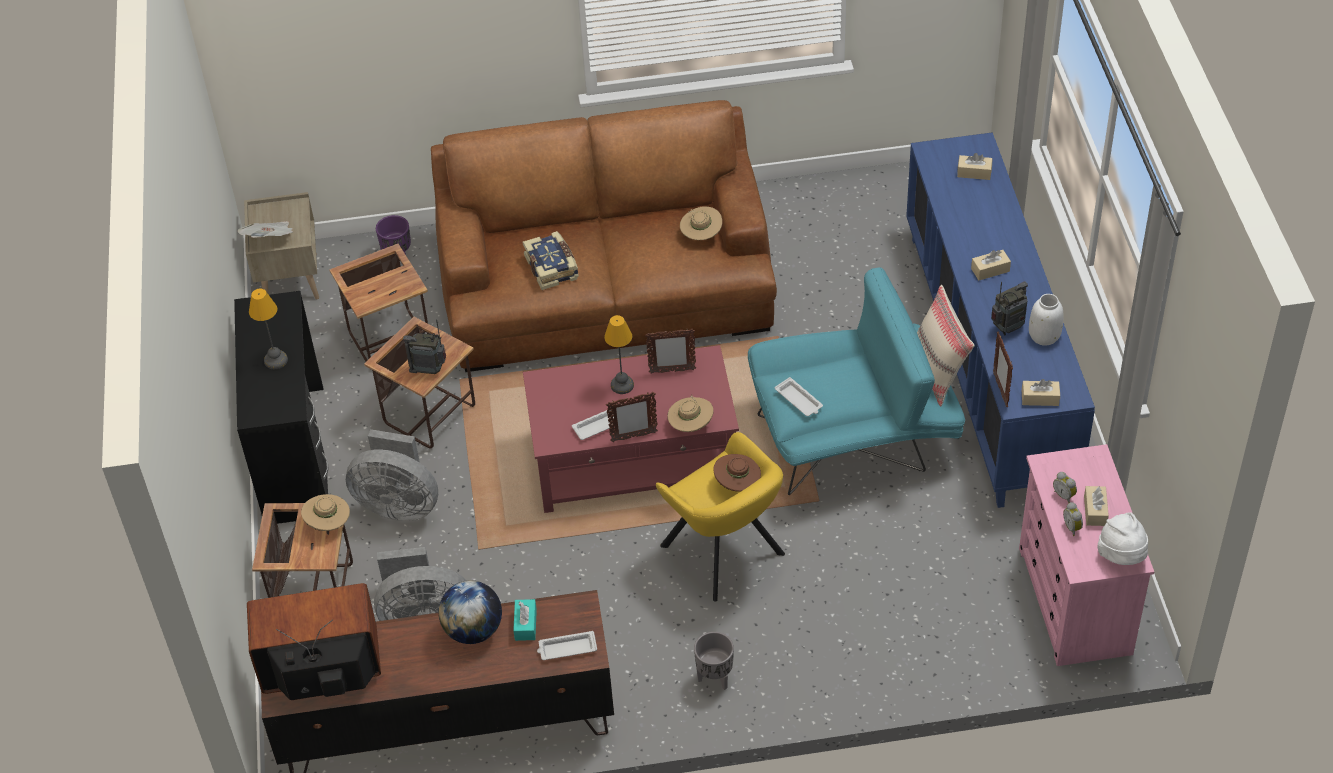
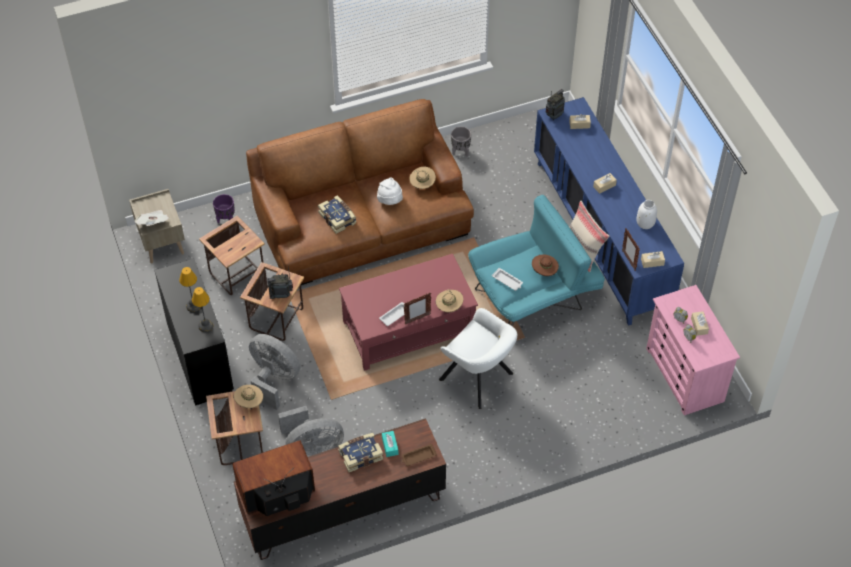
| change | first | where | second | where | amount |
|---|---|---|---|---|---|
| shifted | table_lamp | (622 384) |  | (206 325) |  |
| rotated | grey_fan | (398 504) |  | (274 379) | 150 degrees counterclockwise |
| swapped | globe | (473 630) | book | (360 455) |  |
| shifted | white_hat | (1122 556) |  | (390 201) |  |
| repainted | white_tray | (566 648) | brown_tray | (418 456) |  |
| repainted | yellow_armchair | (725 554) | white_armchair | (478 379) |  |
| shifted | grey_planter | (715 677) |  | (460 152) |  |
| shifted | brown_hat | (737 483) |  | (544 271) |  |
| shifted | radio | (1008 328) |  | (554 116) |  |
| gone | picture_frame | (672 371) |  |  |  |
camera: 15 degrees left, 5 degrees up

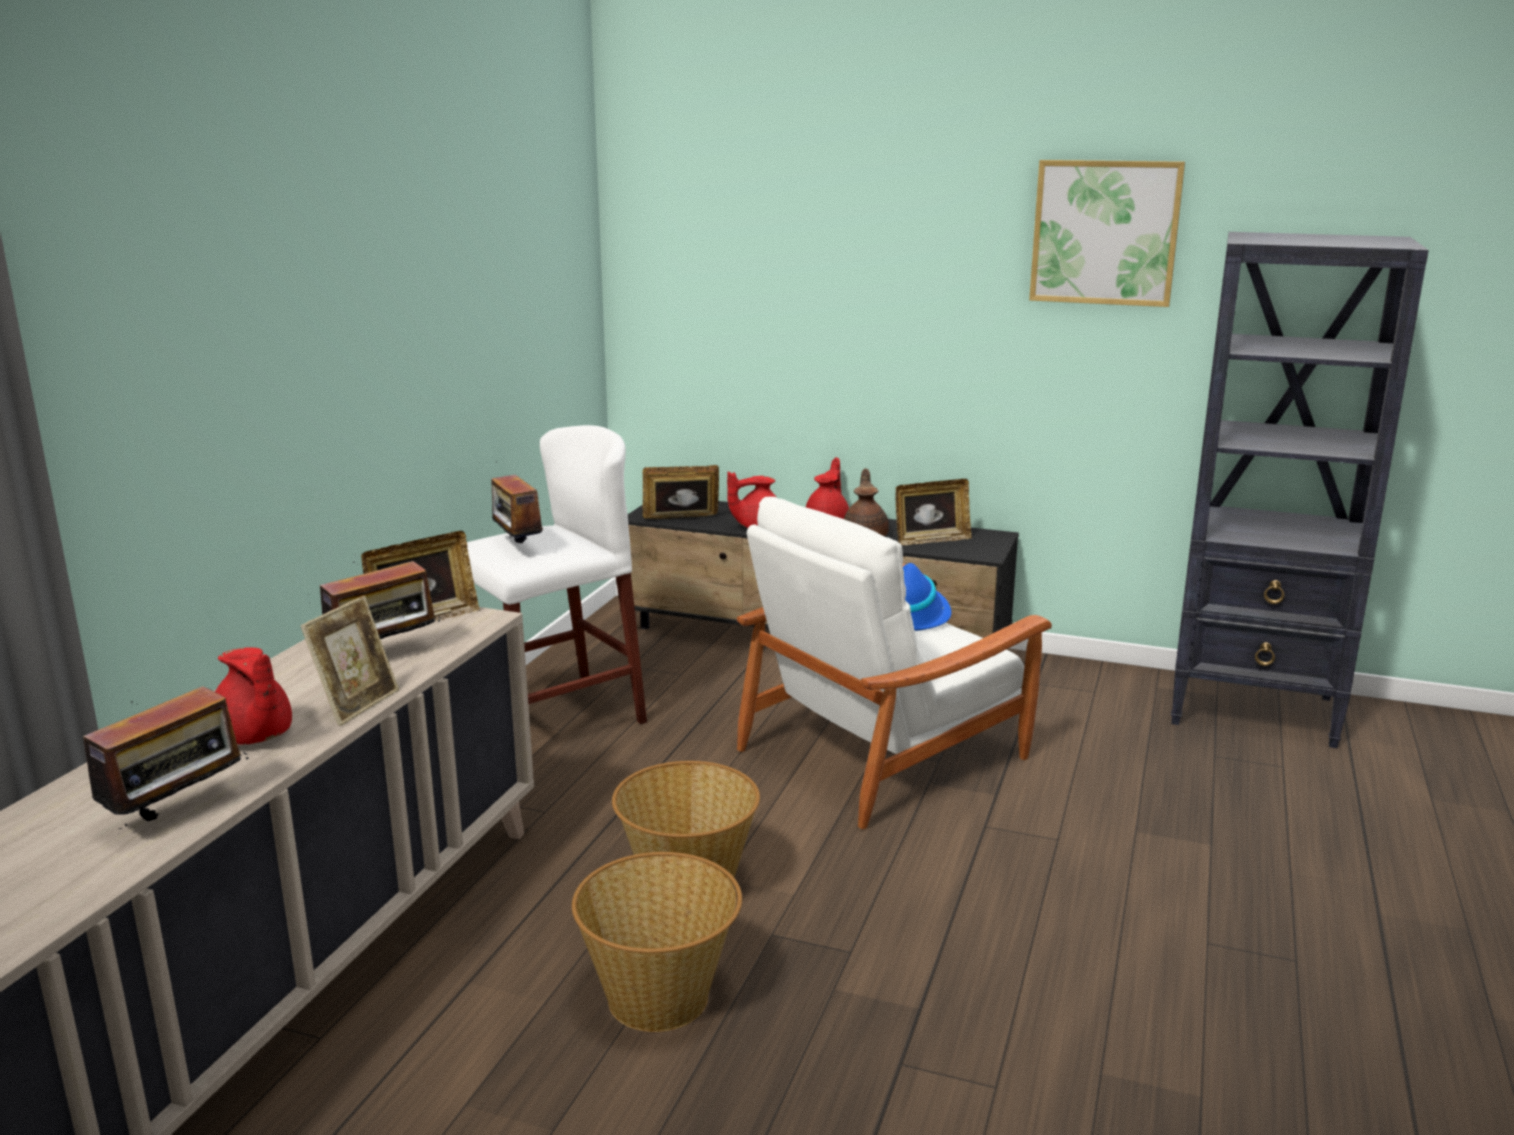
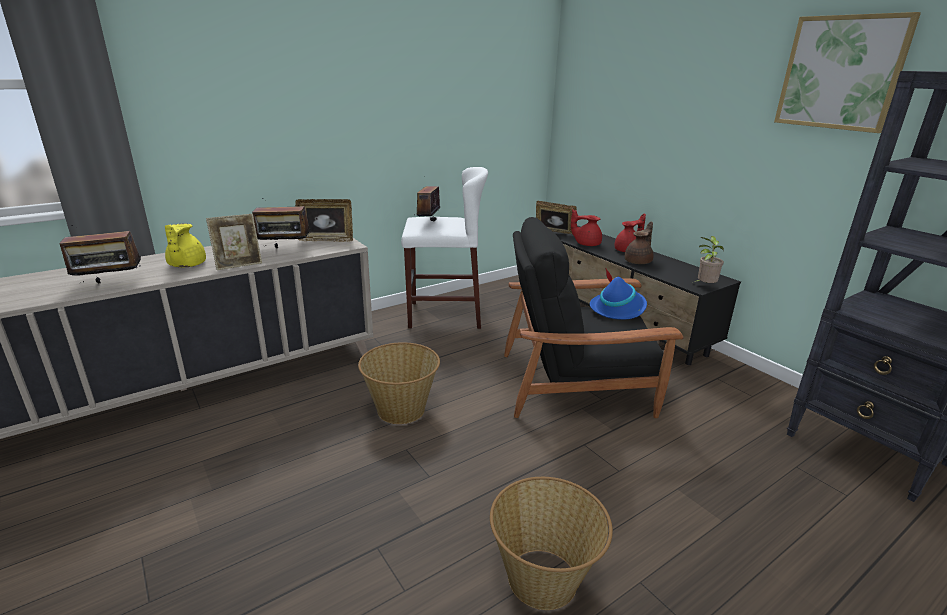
| change | first | where | second | where | amount |
|---|---|---|---|---|---|
| repainted | red_teapot | (254 737) | yellow_teapot | (186 265) |  |
| shifted | basket | (660 997) |  | (543 579) |  |
| repainted | white_armchair | (884 753) | black_armchair | (576 384) |  |
| new |  |  | potted_plant | (704 286) |  |
| gone | picture_frame | (931 540) |  |  |  |
camera: 35 degrees right, 5 degrees up

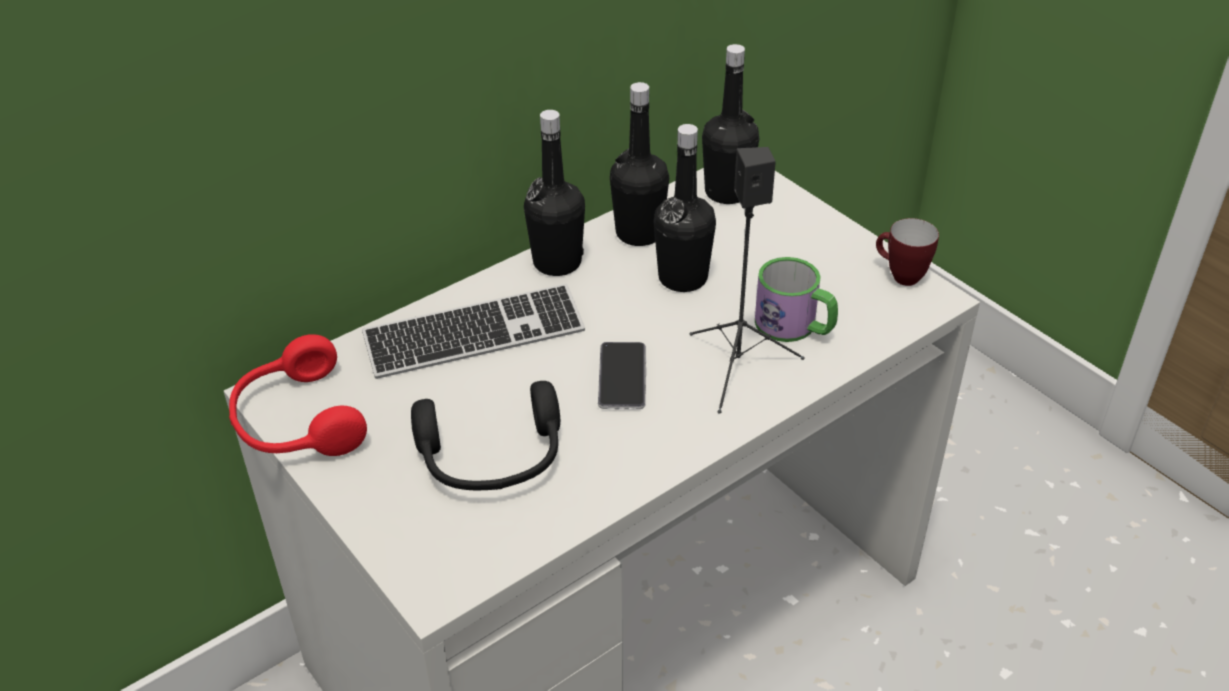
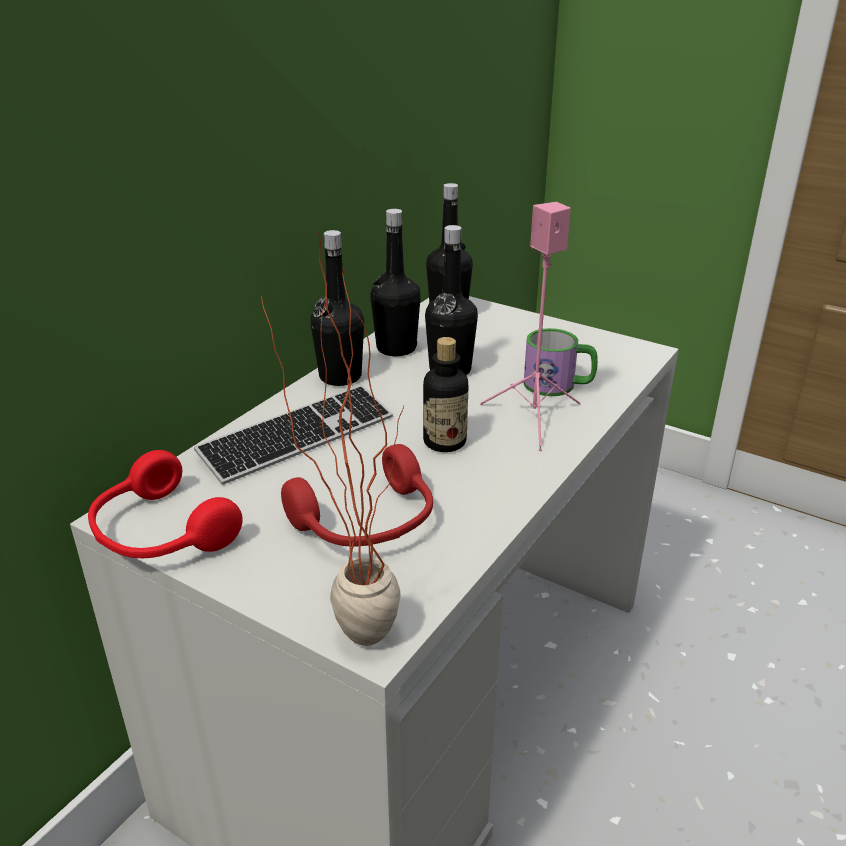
| change | first | where | second | where | amount |
|---|---|---|---|---|---|
| new |  |  | potted_plant | (351 626) |  |
| repainted | black_headphones | (492 460) | red_headphones | (368 523) |  |
| swapped | phone | (622 377) | bottle | (444 442) |  |
| repainted | black_speaker | (737 368) | pink_speaker | (534 419) |  |
| gone | mug | (899 276) |  |  |  |
camera: 20 degrees left, 10 degrees down

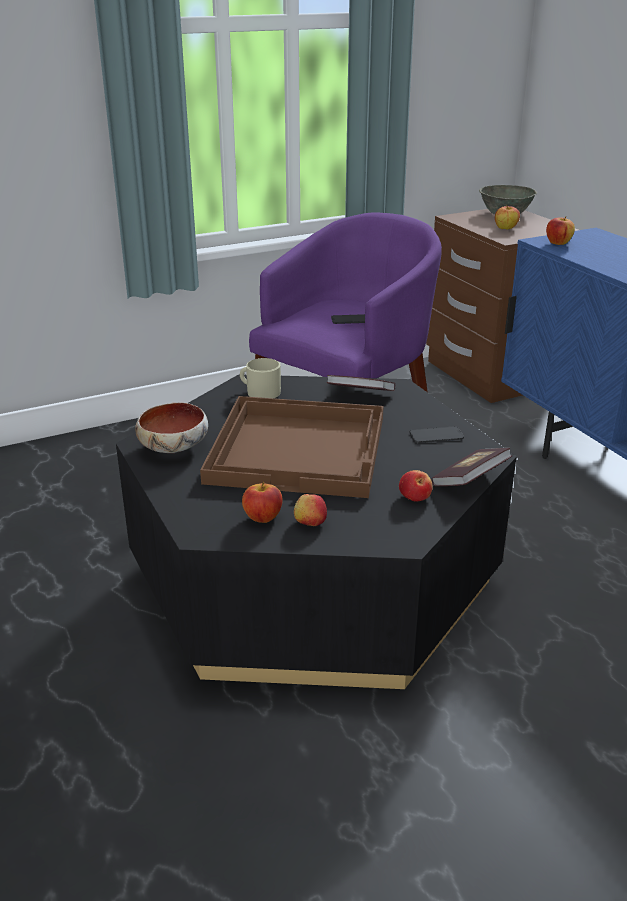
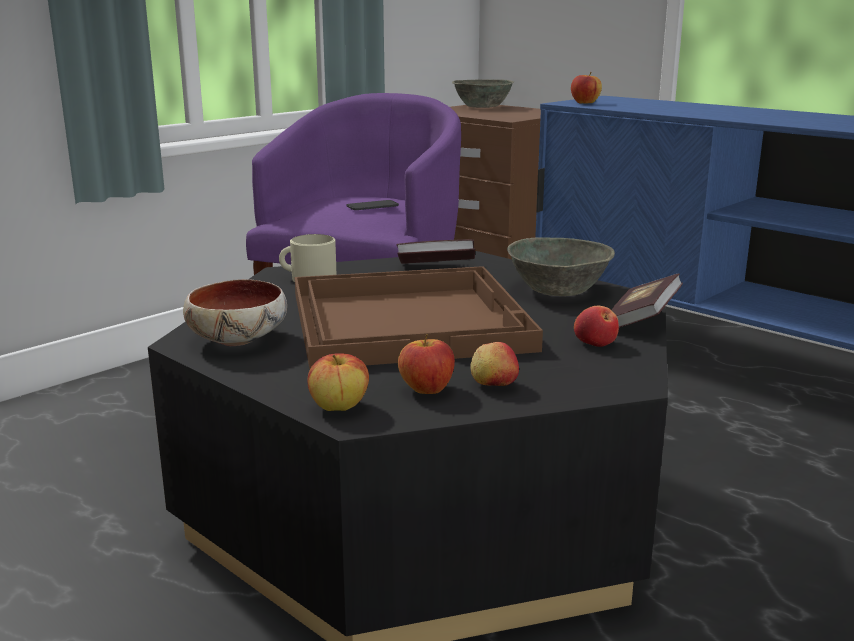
| change | first | where | second | where | amount |
|---|---|---|---|---|---|
| shifted | apple | (506 228) |  | (339 407) |  |
| swapped | phone | (436 435) | grey_bowl | (559 290) |  |
camera: 20 degrees left, 10 degrees down

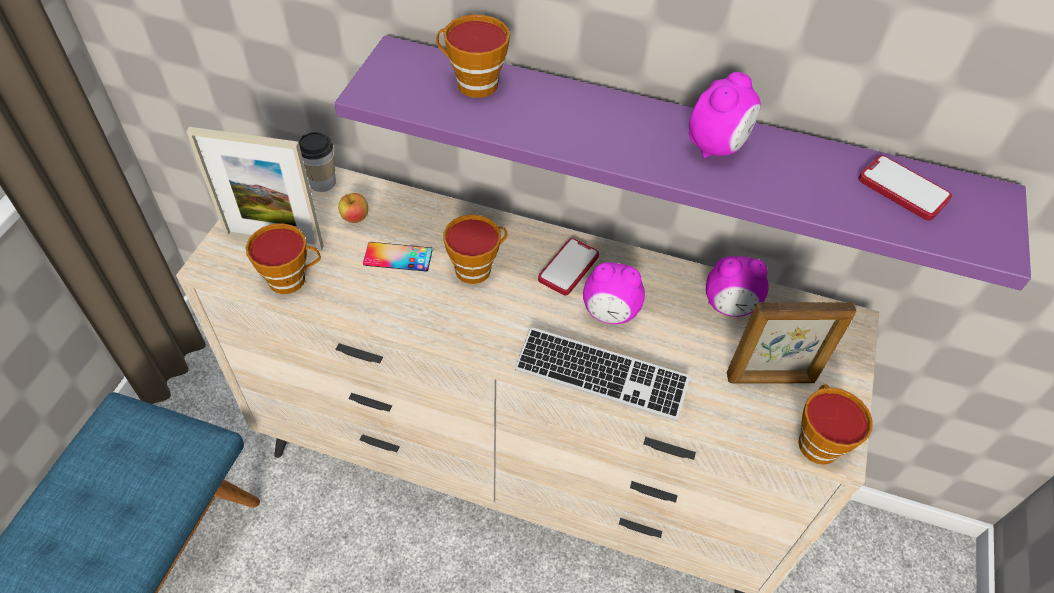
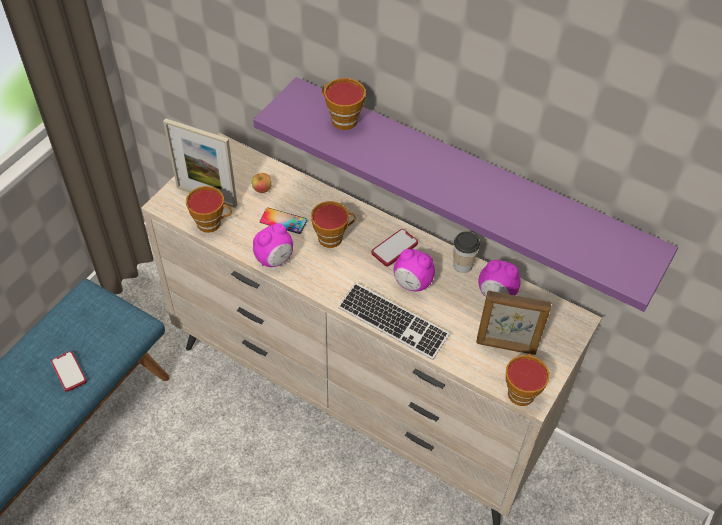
| change | first | where | second | where | amount |
|---|---|---|---|---|---|
| shifted | phone | (903 189) |  | (69 372) |  |
| shifted | alarm_clock | (716 146) |  | (274 259) |  |
| shifted | cup | (322 182) |  | (463 265) |  |
camera: 15 degrees right, 0 degrees up

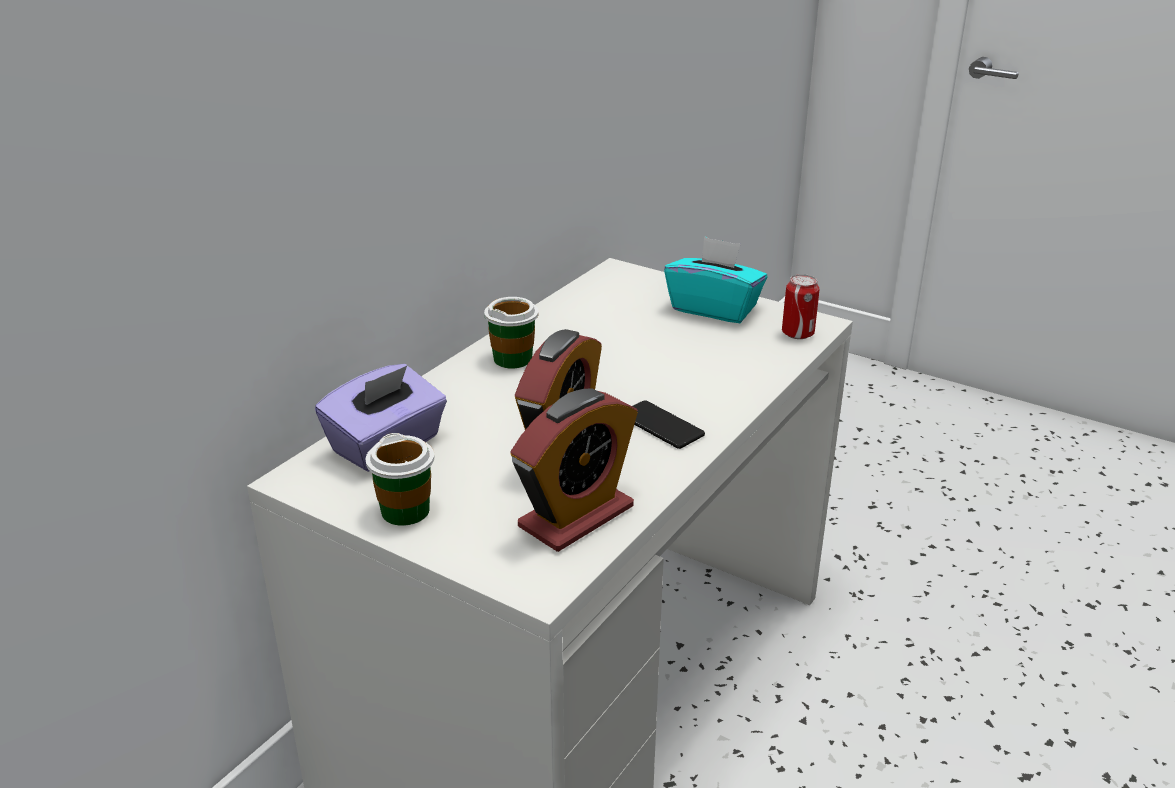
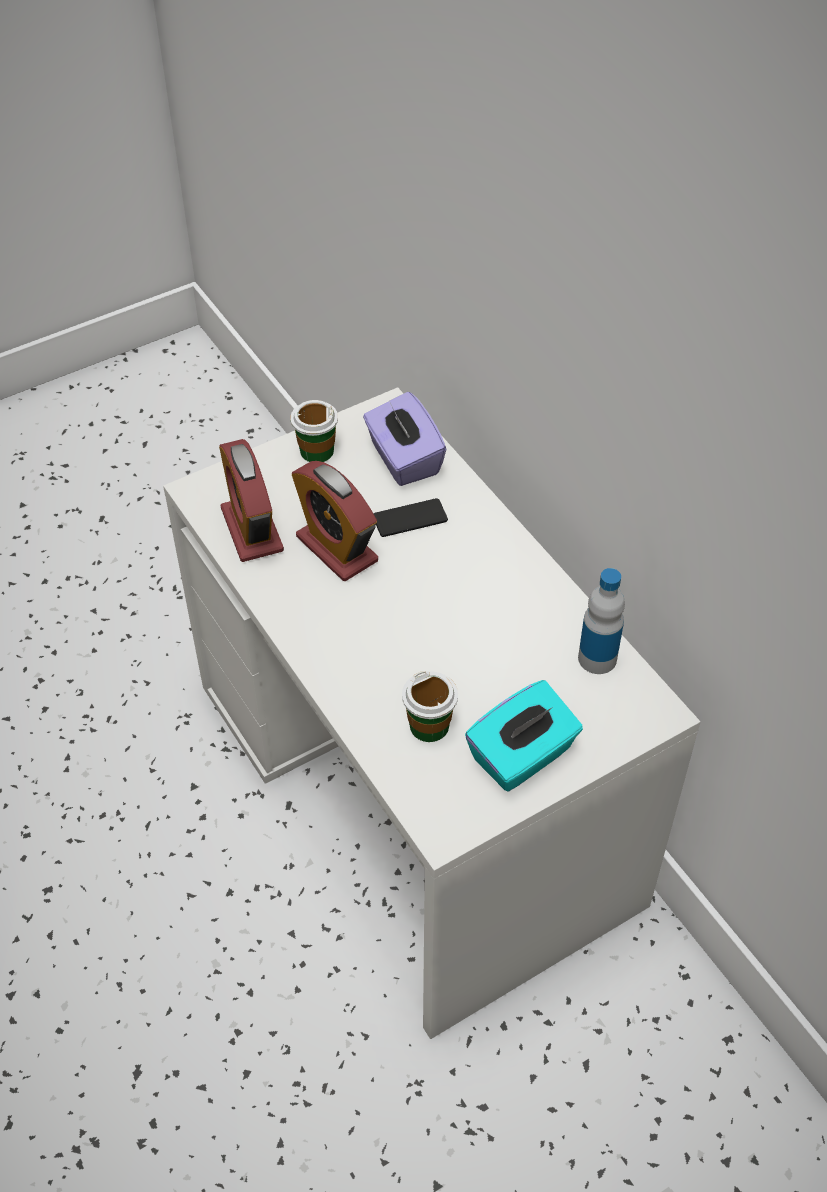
| change | first | where | second | where | amount |
|---|---|---|---|---|---|
| shifted | phone | (661 426) |  | (410 518) |  |
| shifted | cup | (513 359) |  | (429 726) |  |
| new |  |  | bottle | (597 658) |  |
| gone | can | (797 333) |  |  |  |
camera: 115 degrees right, 20 degrees up

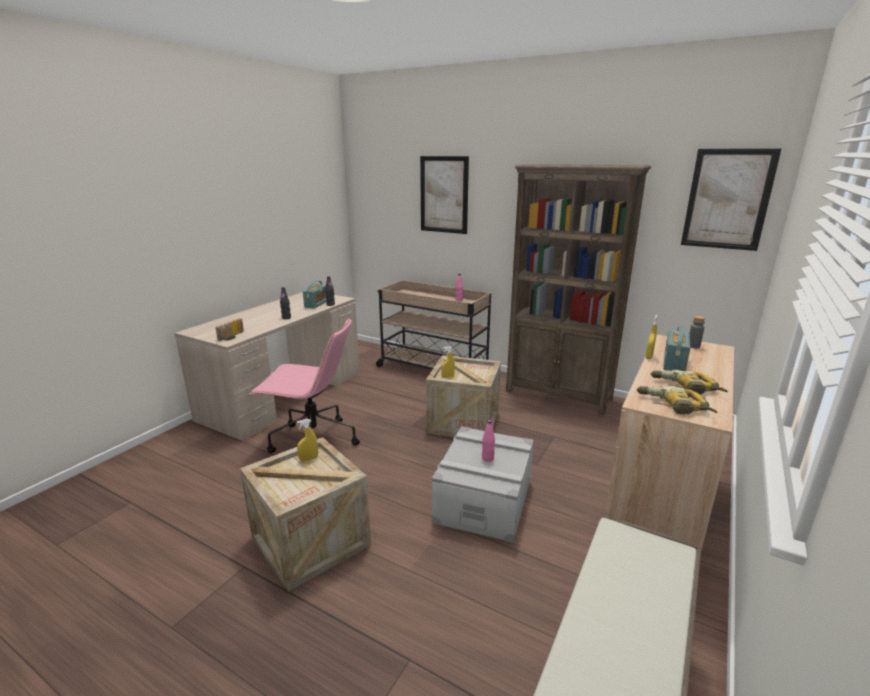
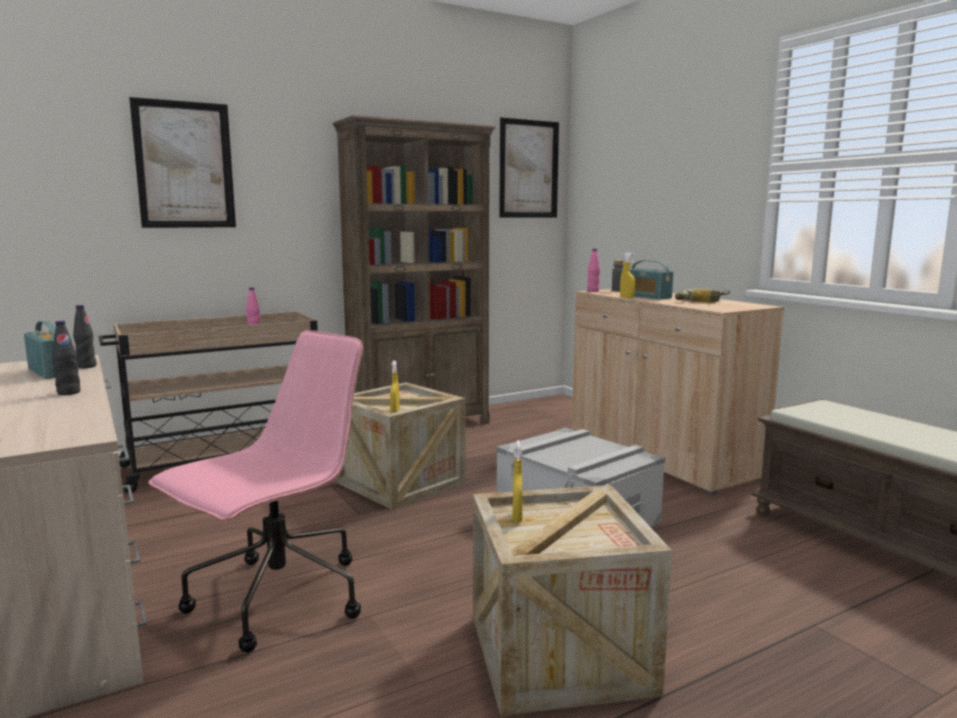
| change | first | where | second | where | amount |
|---|---|---|---|---|---|
| shifted | pink_bottle | (487 458) |  | (593 291) |  |
| gone | radio | (232 336) |  |  |  |
| gone | power_drill | (673 406) |  |  |  |
camera: 60 degrees left, 10 degrees down

